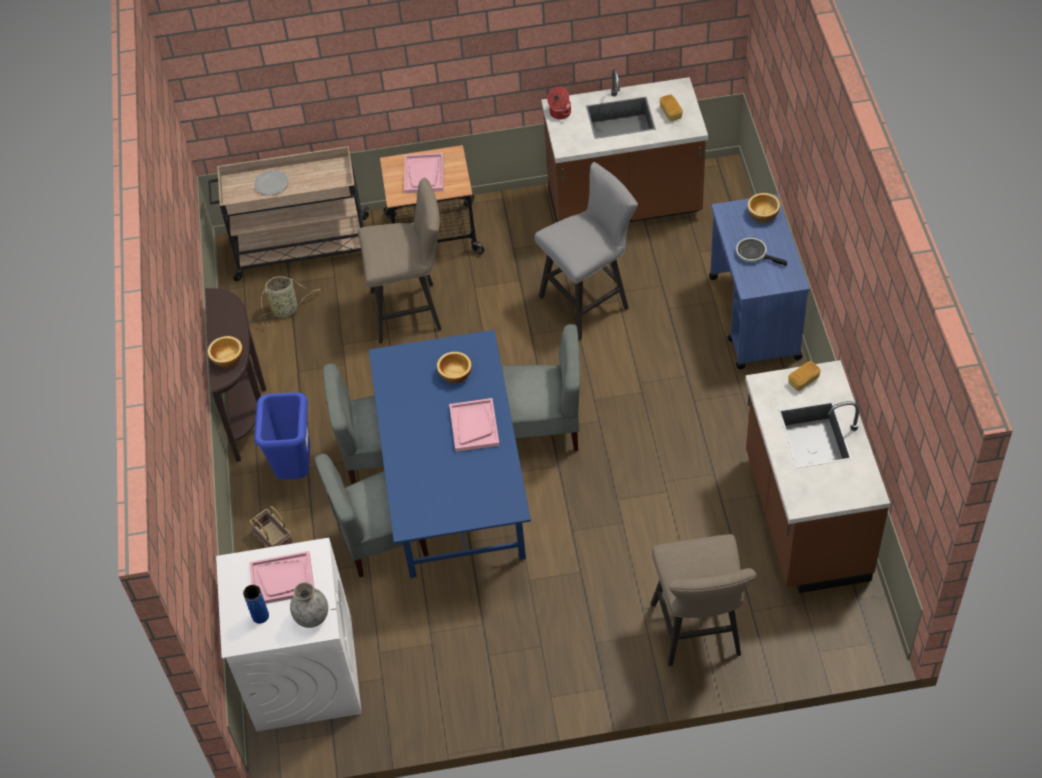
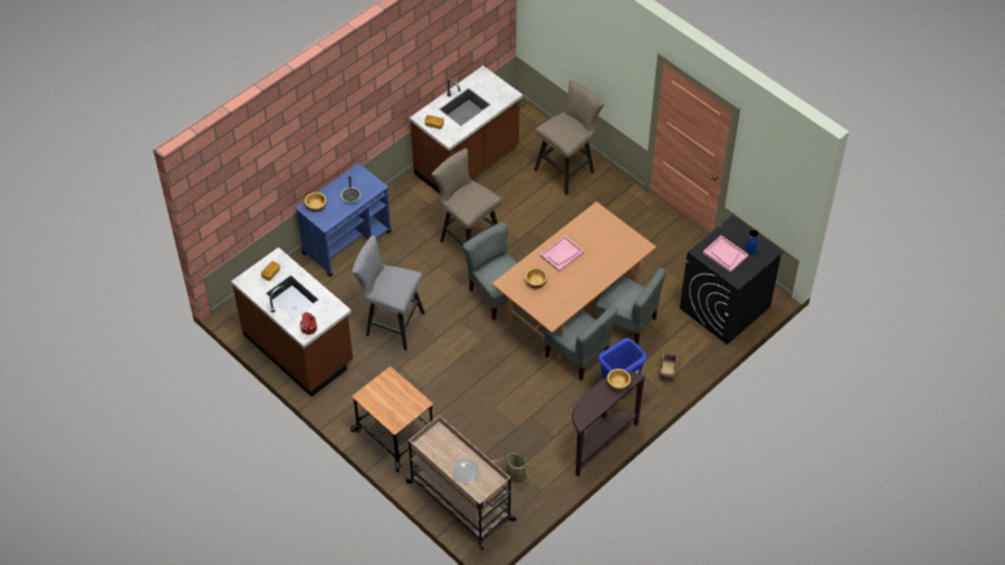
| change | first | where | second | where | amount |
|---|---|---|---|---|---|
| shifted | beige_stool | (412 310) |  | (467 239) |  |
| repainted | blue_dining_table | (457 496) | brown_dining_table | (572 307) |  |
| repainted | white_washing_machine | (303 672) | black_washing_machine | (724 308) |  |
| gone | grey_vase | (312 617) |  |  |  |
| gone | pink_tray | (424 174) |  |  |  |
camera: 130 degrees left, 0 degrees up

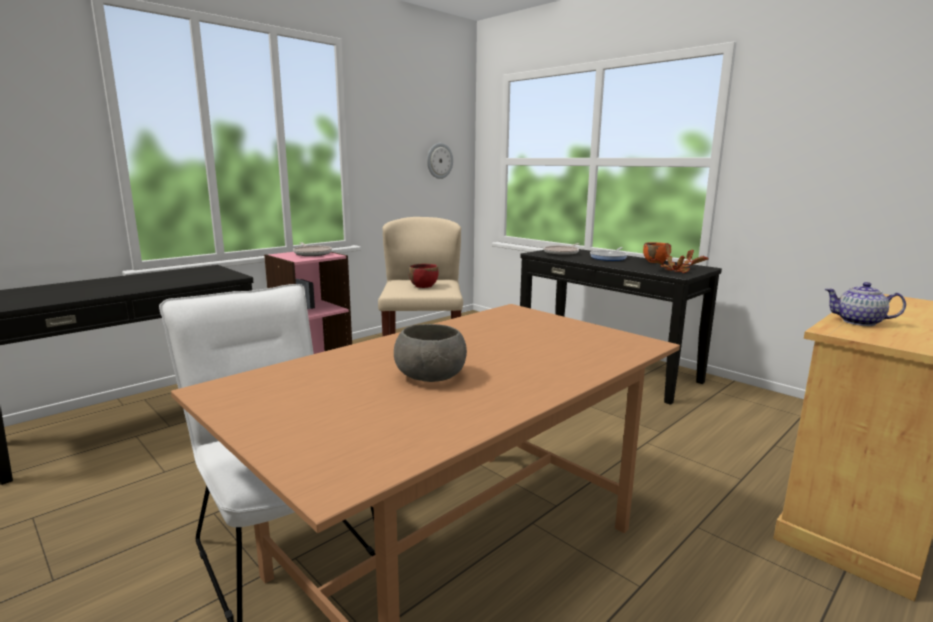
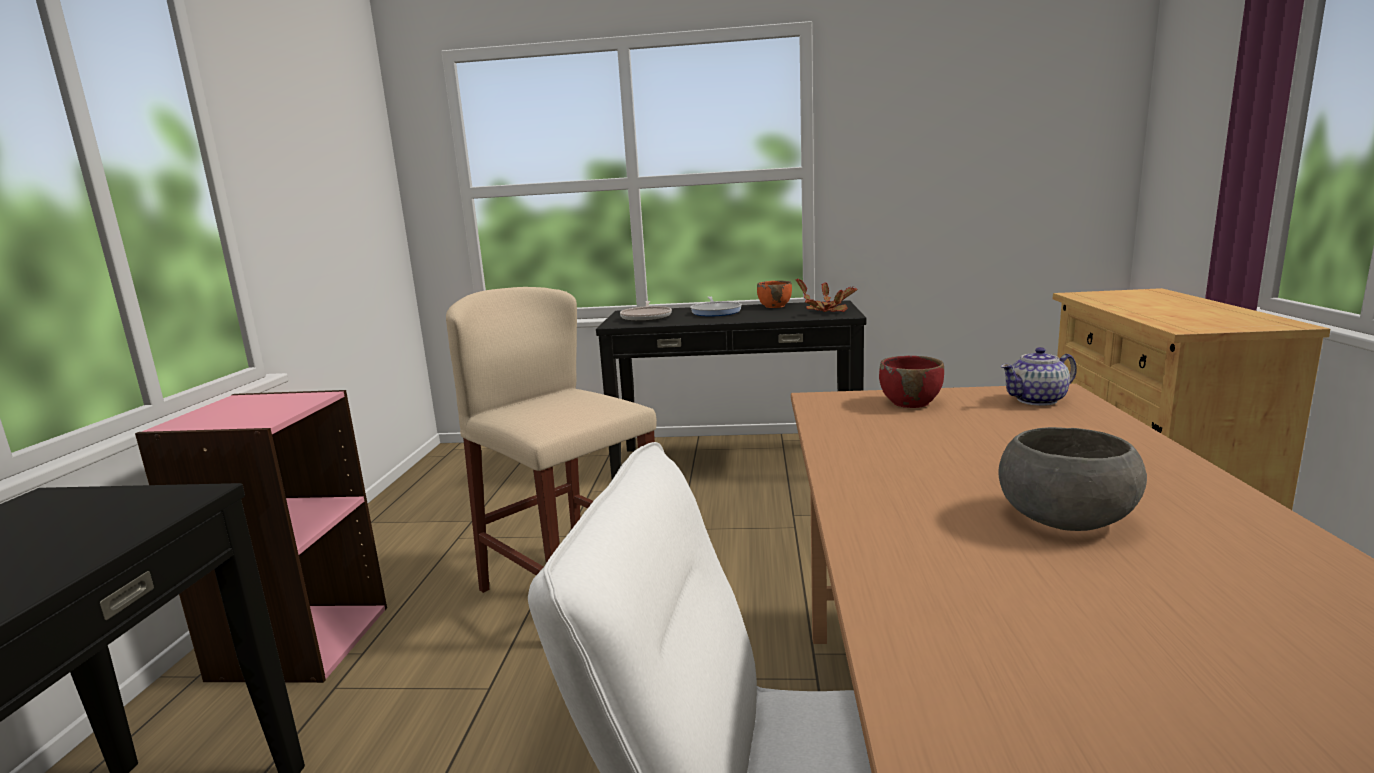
| change | first | where | second | where | amount |
|---|---|---|---|---|---|
| shifted | red_bowl | (424 286) |  | (910 402) |  |
| shifted | teapot | (859 322) |  | (1037 400) |  |
| gone | frying_pan | (312 253) |  |  |  |
| gone | wall_clock | (439 161) |  |  |  |
camera: 40 degrees left, 0 degrees up

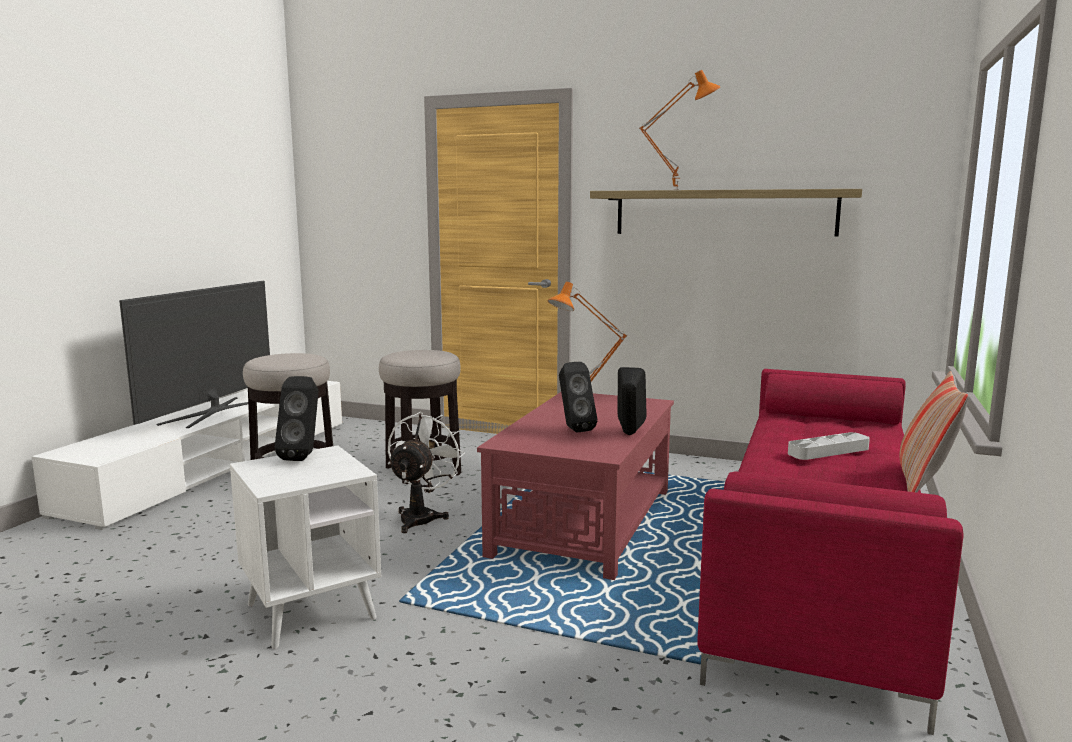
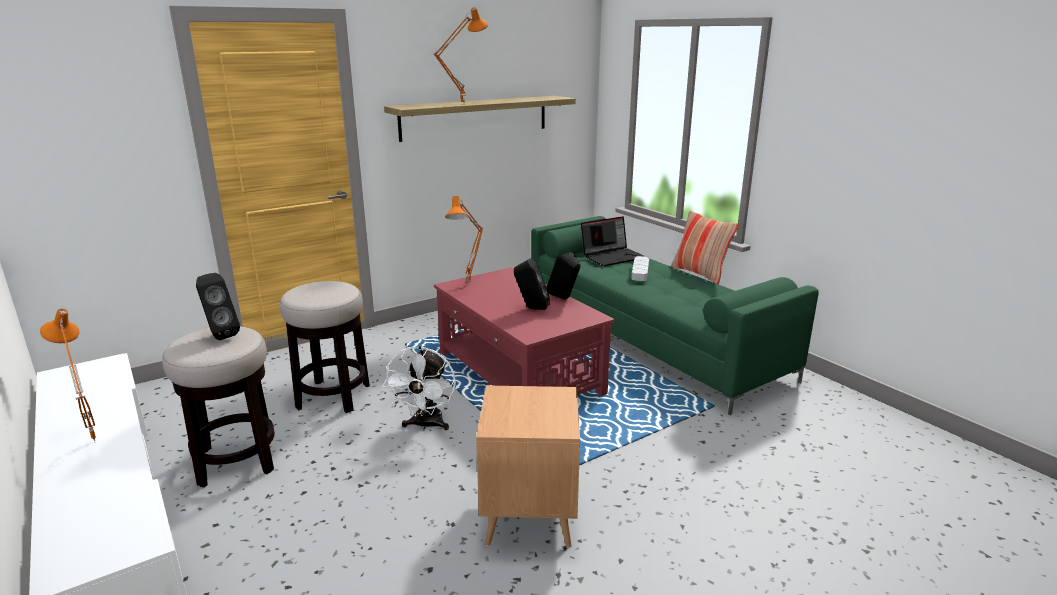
| change | first | where | second | where | amount |
|---|---|---|---|---|---|
| swapped | television | (213 412) | orange_table_lamp | (91 442) |  |
| shifted | black_speaker | (304 456) |  | (219 335) |  |
| rotated | white_fan | (421 517) |  | (426 425) | 135 degrees counterclockwise |
| repainted | white_side_table | (311 611) | brown_side_table | (529 517) |  |
| repainted | red_sofa | (820 568) | green_sofa | (651 338) |  |
| new |  |  | laptop | (613 256) |  |
camera: 55 degrees left, 10 degrees up

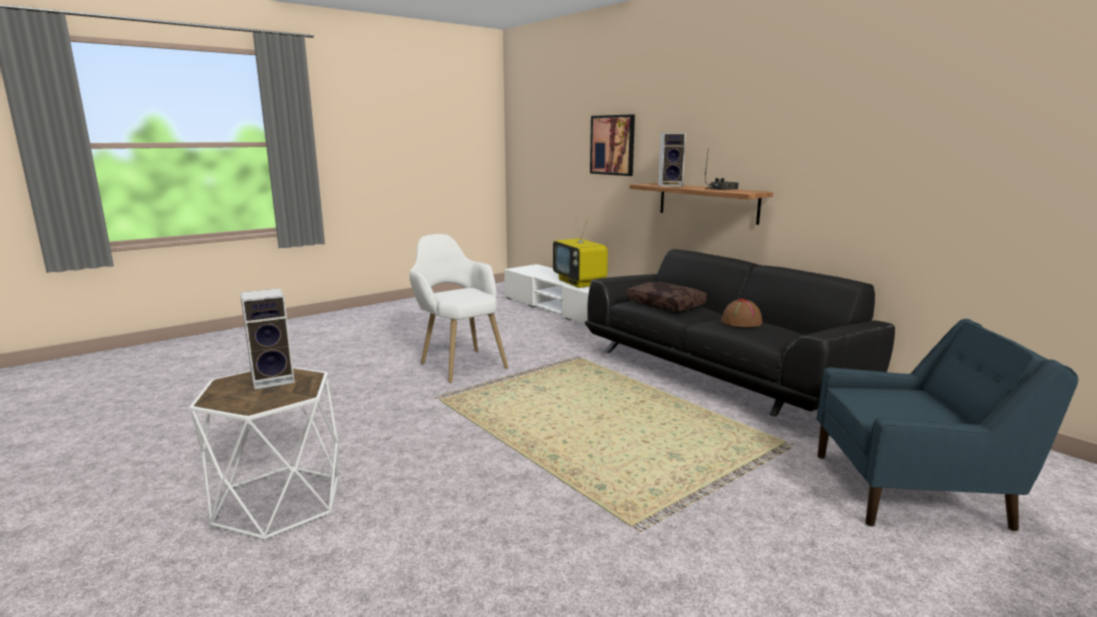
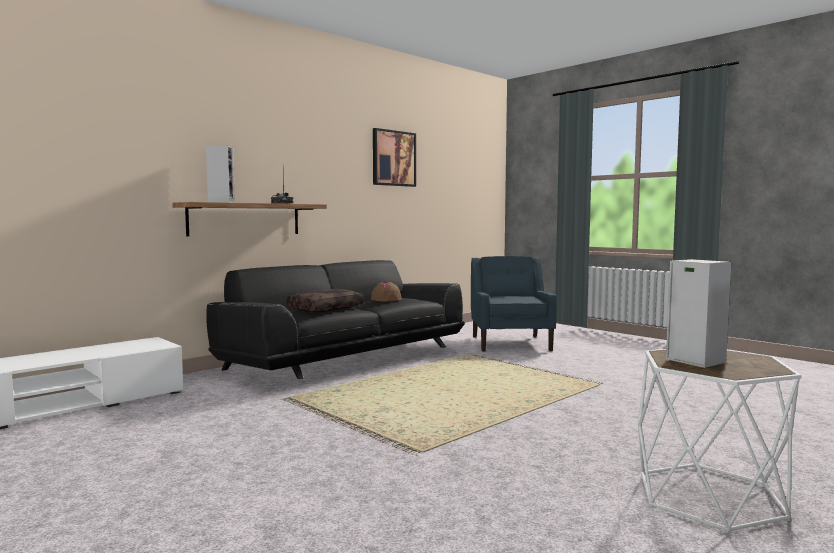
| change | first | where | second | where | amount |
|---|---|---|---|---|---|
| shifted | picture | (612 145) |  | (393 158) |  |
| gone | white_armchair | (458 362) |  |  |  |
| gone | television | (580 282) |  |  |  |
camera: 95 degrees left, 10 degrees down

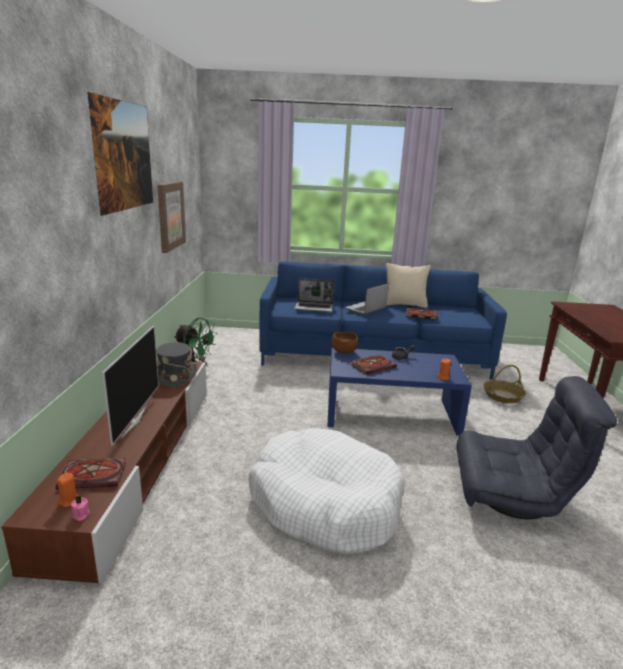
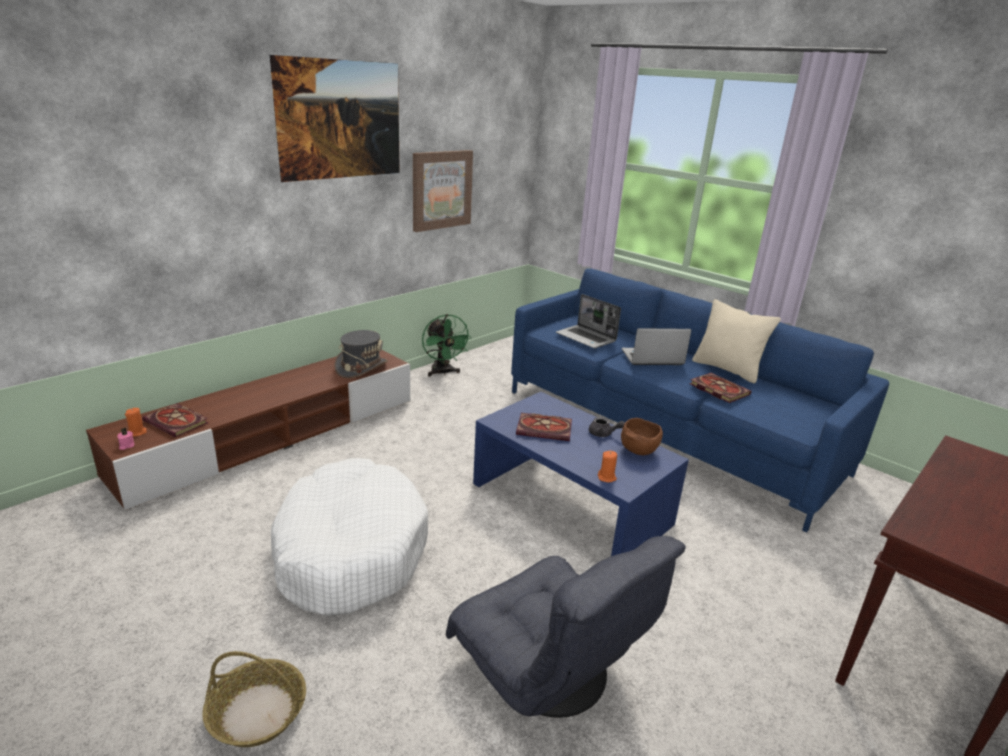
| change | first | where | second | where | amount |
|---|---|---|---|---|---|
| shifted | basket | (502 396) |  | (257 712) |  |
| shifted | brown_bowl | (344 351) |  | (639 450) |  |
| gone | television | (133 421) |  |  |  |
camera: 40 degrees right, 5 degrees up

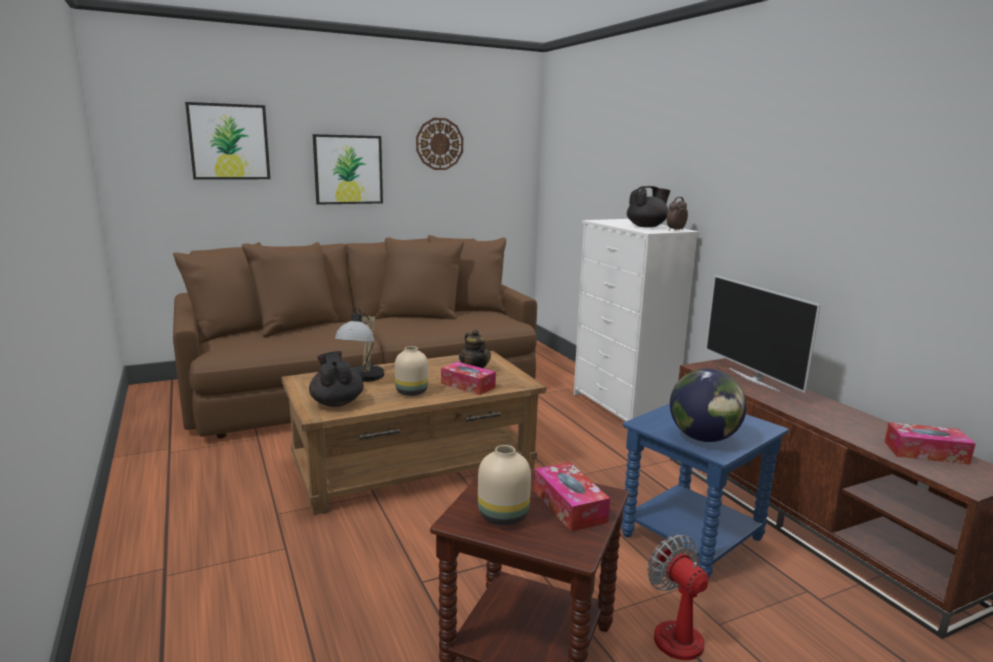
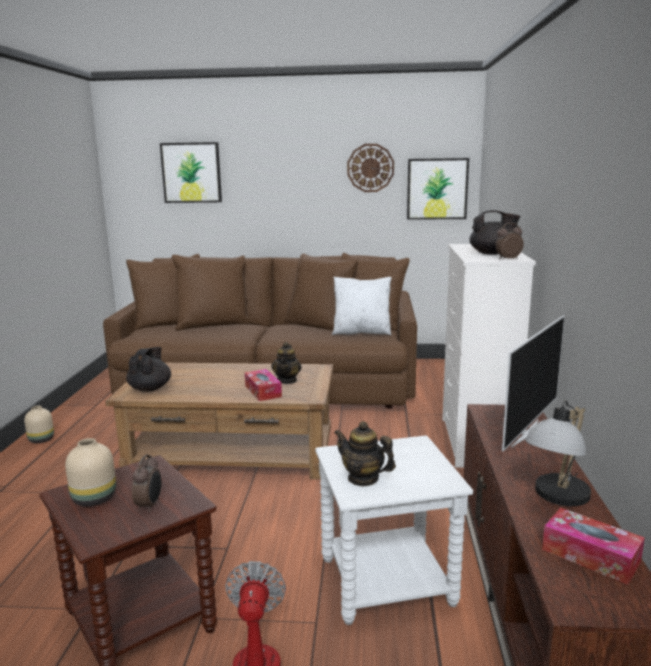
| change | first | where | second | where | amount |
|---|---|---|---|---|---|
| shifted | beige_vase | (411 392) |  | (40 440) |  |
| swapped | tissue_box | (569 506) | alarm_clock | (150 505) |  |
| repainted | blue_side_table | (691 537) | white_side_table | (387 581) |  |
| new |  |  | white_pillow | (361 332) |  |
| swapped | globe | (703 438) | teapot | (363 478) |  |
| shifted | picture | (348 169) |  | (437 189) |  |
| rotated | television | (754 379) |  | (523 432) | 150 degrees counterclockwise |
| shifted | table_lamp | (362 379) |  | (557 498) |  |
camera: 30 degrees right, 0 degrees up

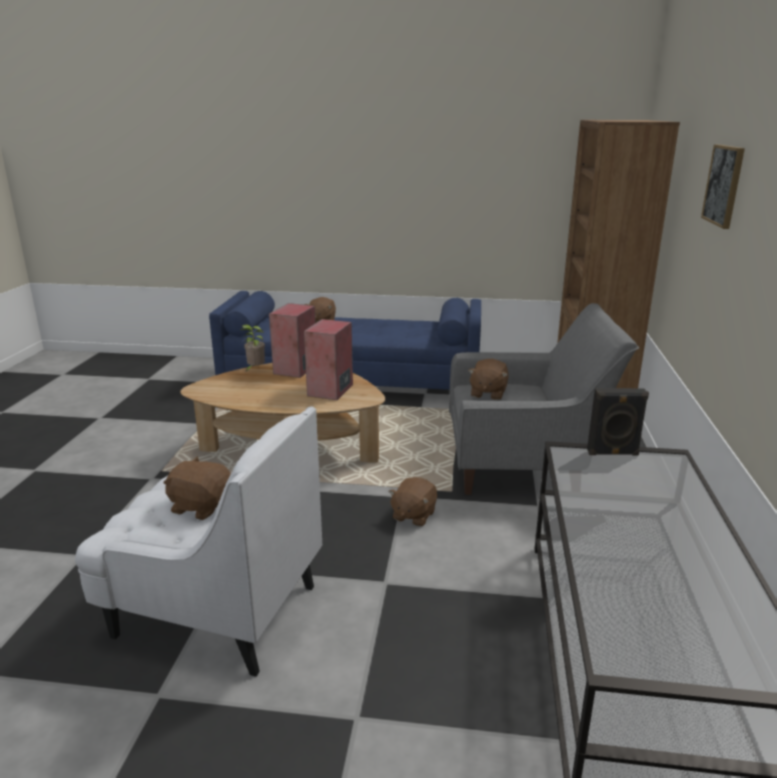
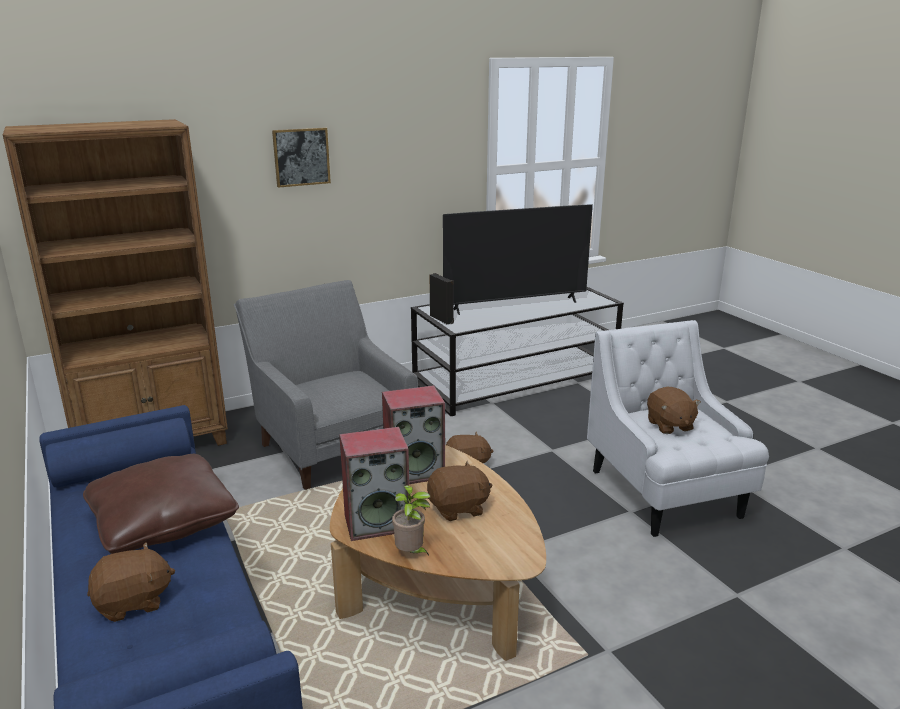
| change | first | where | second | where | amount |
|---|---|---|---|---|---|
| new |  |  | brown_pillow | (163 521) |  |
| shifted | brown_plush_toy | (487 393) |  | (458 508) |  |
| new |  |  | television | (515 305) |  |
camera: 125 degrees left, 0 degrees up

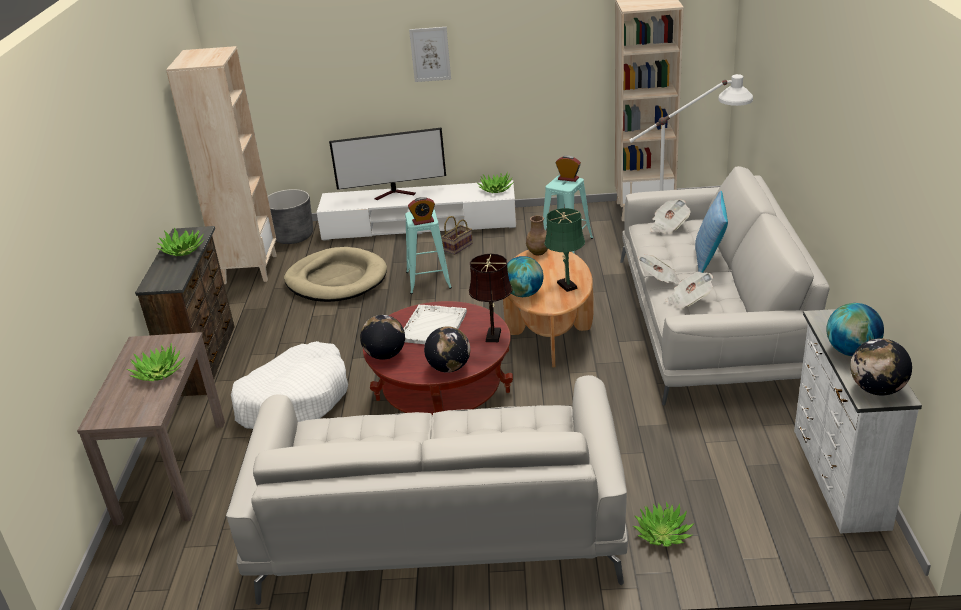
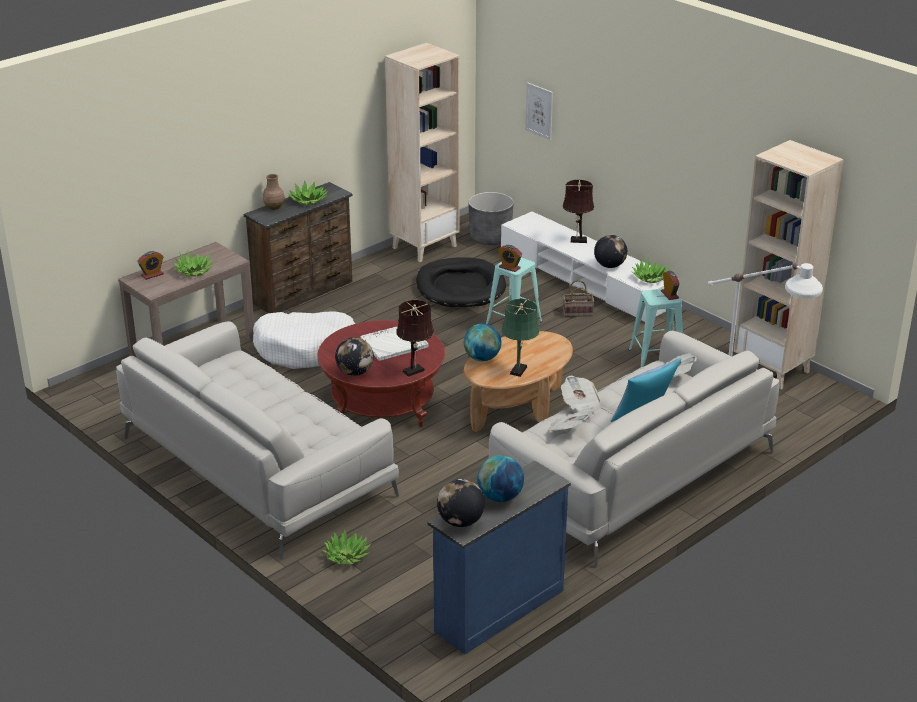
| change | first | where | second | where | amount |
|---|---|---|---|---|---|
| new |  |  | alarm_clock | (152 275) |  |
| shifted | brown_vase | (538 252) |  | (274 207) |  |
| repainted | beige_dog_bed | (336 279) | black_dog_bed | (460 287) |  |
| repainted | white_dresser | (837 478) | blue_dresser | (497 610) |  |
| shifted | picture | (430 54) |  | (539 111) |  |
| swapped | television | (396 193) | brown_table_lamp | (576 240) |  |
| shifted | globe | (385 355) |  | (609 265) |  |
camera: 45 degrees right, 0 degrees up

